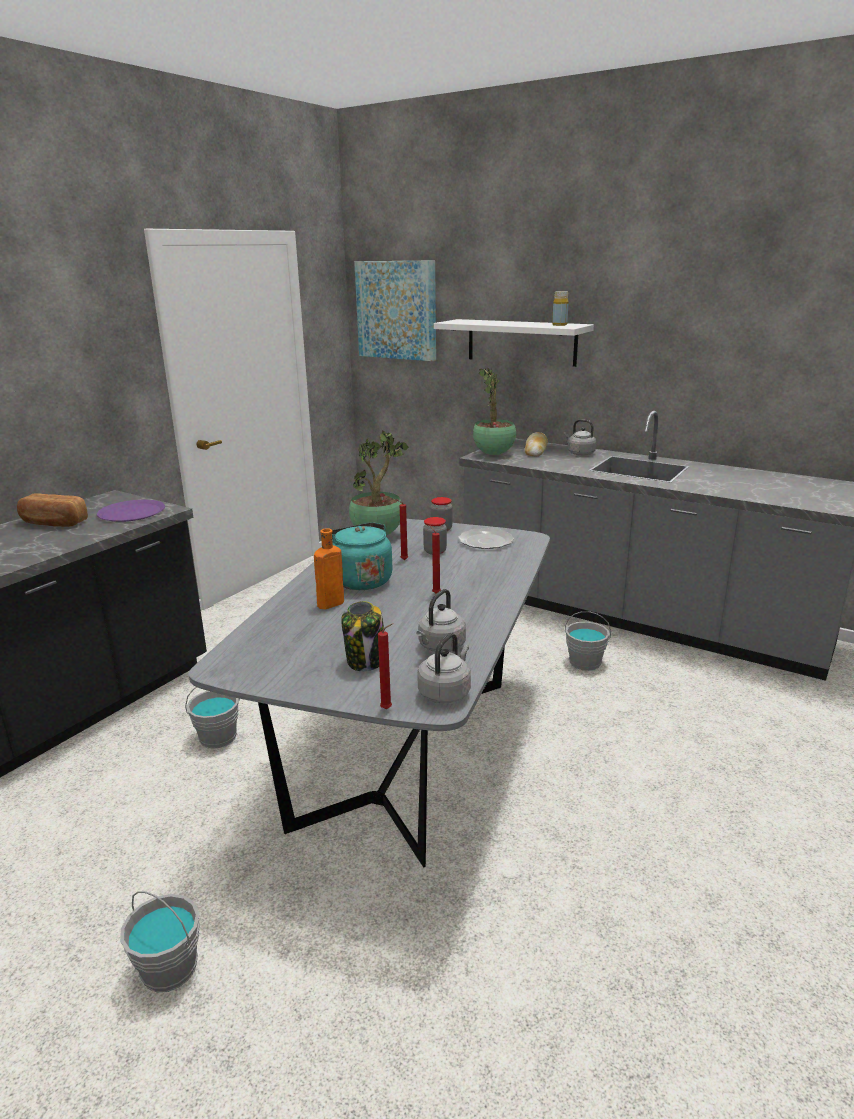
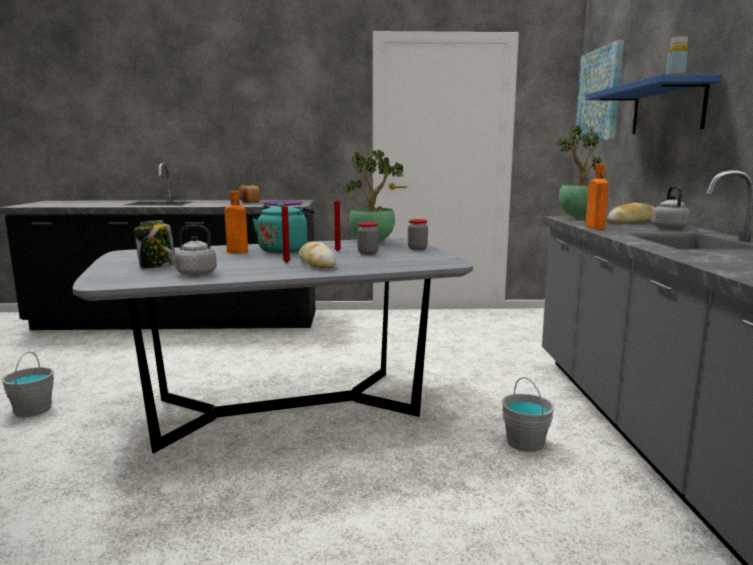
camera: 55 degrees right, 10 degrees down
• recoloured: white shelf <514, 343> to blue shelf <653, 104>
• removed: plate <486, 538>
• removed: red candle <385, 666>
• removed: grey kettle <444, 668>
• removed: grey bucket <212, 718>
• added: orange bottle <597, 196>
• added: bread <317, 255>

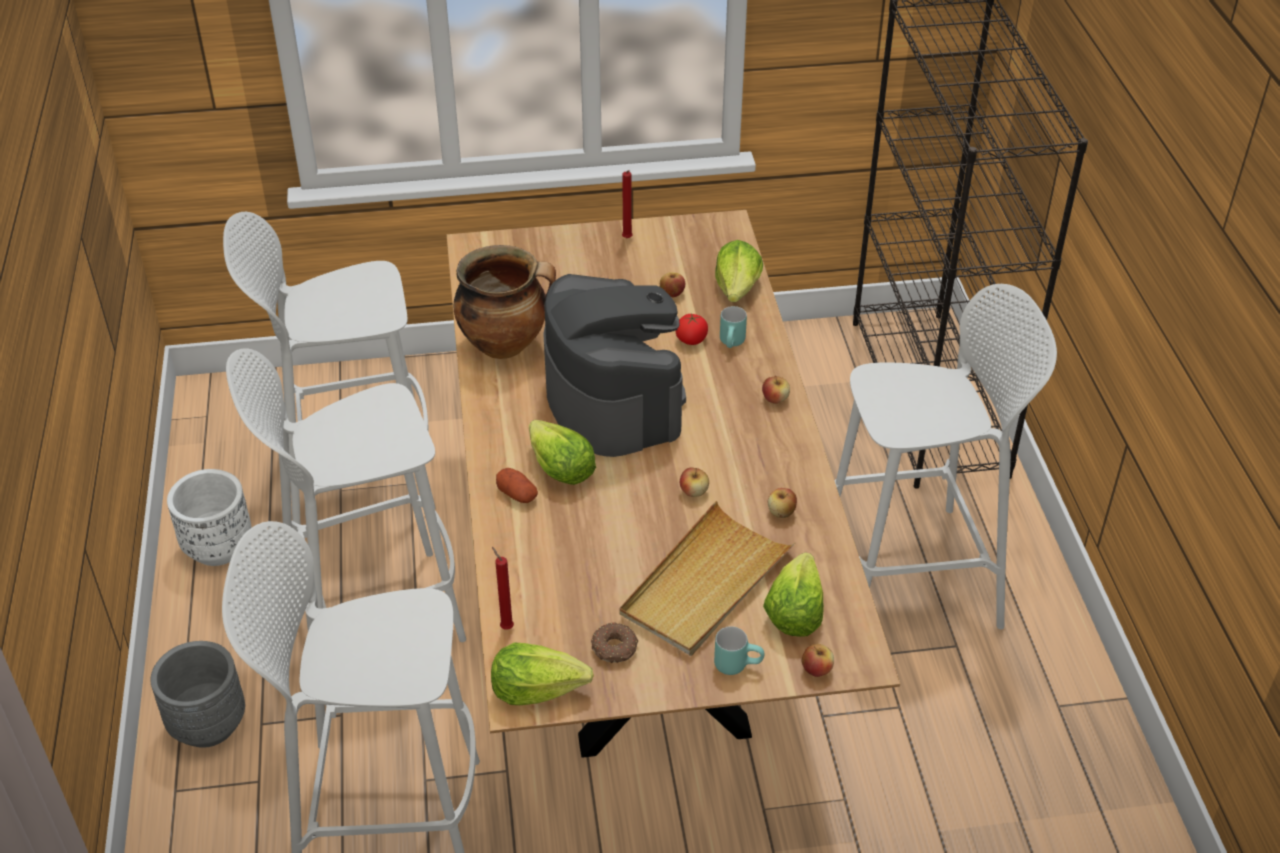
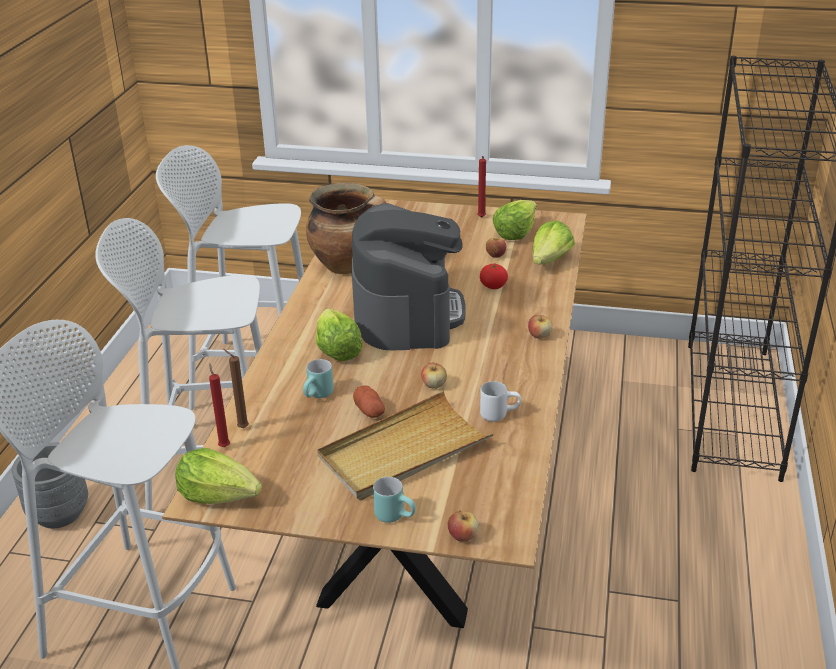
camera: 20 degrees right, 10 degrees down
• removed: white stool <946, 457>
• moved: turquoise mug <733, 327> to <318, 378>
• moved: potato <517, 485> to <369, 401>
• removed: white planter <209, 517>
• replaced: apple <782, 503> to white mug <500, 401>
• moved: lettuce <793, 595> to <515, 220>
• removed: donut <614, 642>
• added: brown candle <236, 388>

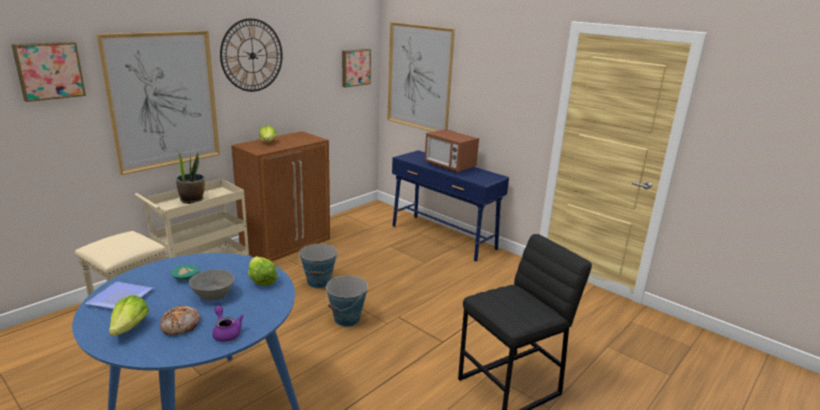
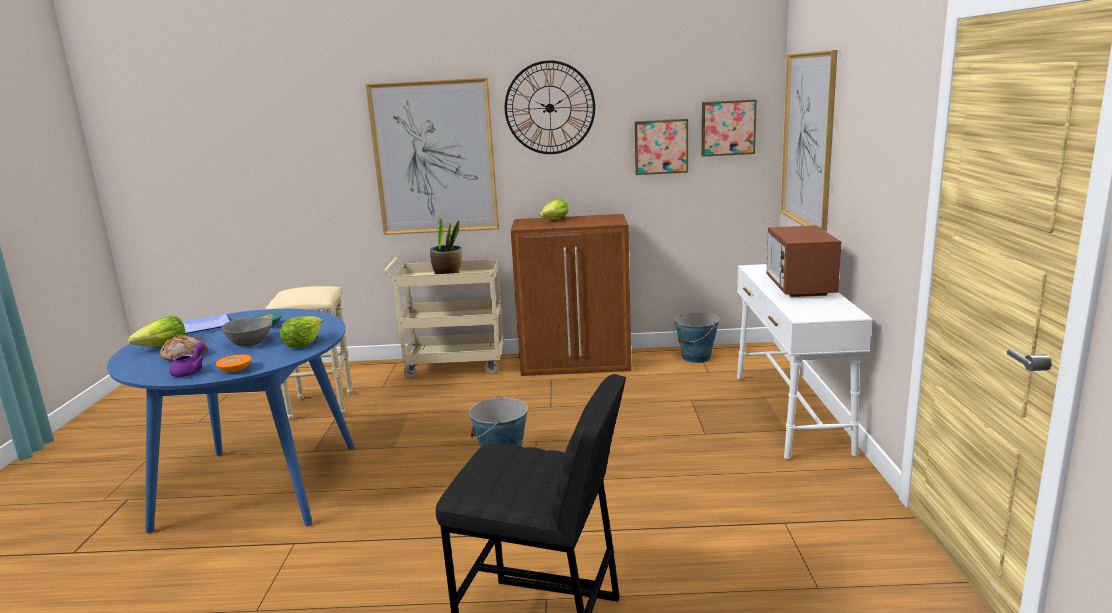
camera: 50 degrees right, 5 degrees down
• moved: picture <48, 72> to <661, 147>
• recoloured: blue console table <450, 205> to white console table <804, 361>
• moved: bucket <318, 266> to <696, 337>
• added: orange bowl <234, 363>

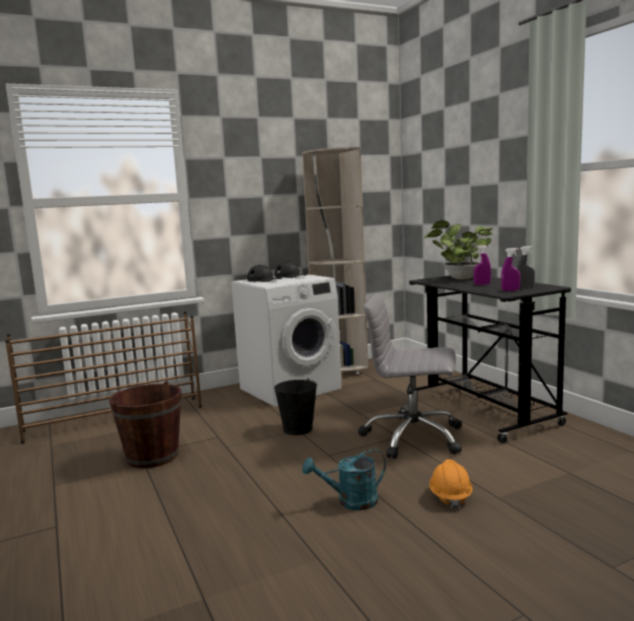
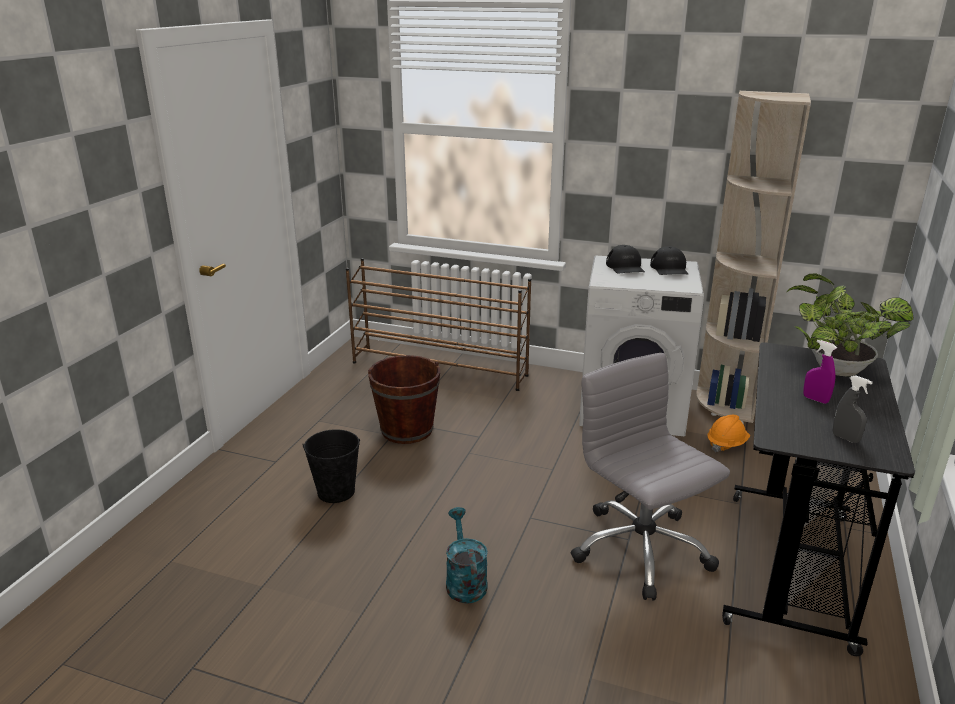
camera: 45 degrees right, 15 degrees up
• removed: purple spray bottle <511, 269>
• moved: black bucket <295, 406> to <331, 466>
• turned: turquoise watering can <344, 479> = <467, 555> 45 degrees clockwise
• moved: orange hard hat <451, 484> to <729, 433>

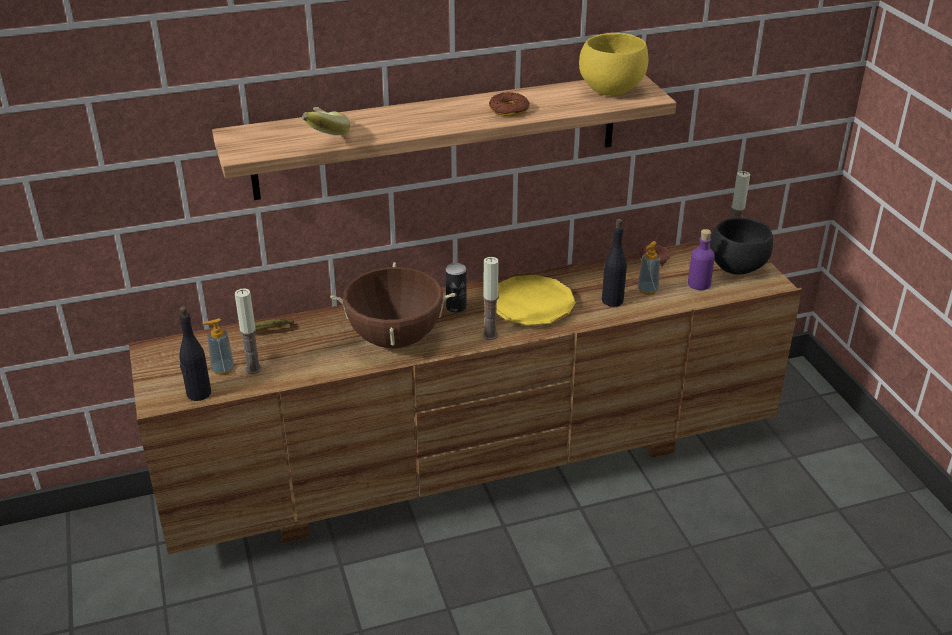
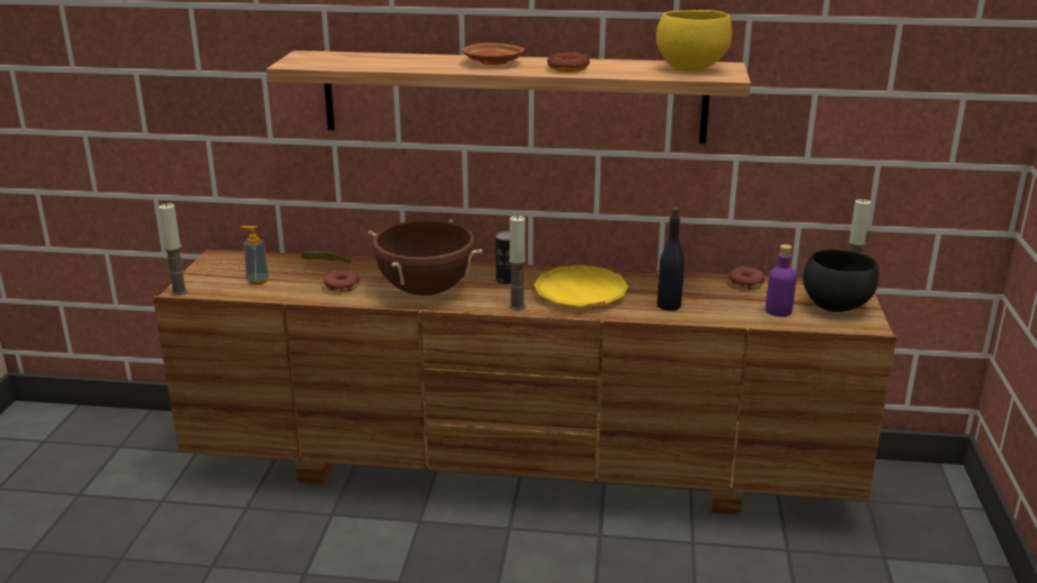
camera: 25 degrees right, 10 degrees down
• removed: banana <326, 121>
• removed: soap dispenser <649, 268>
• moved: candle <248, 331> to <173, 249>
• removed: black bottle <195, 353>
• added: brown plate <493, 54>
• added: donut <341, 281>

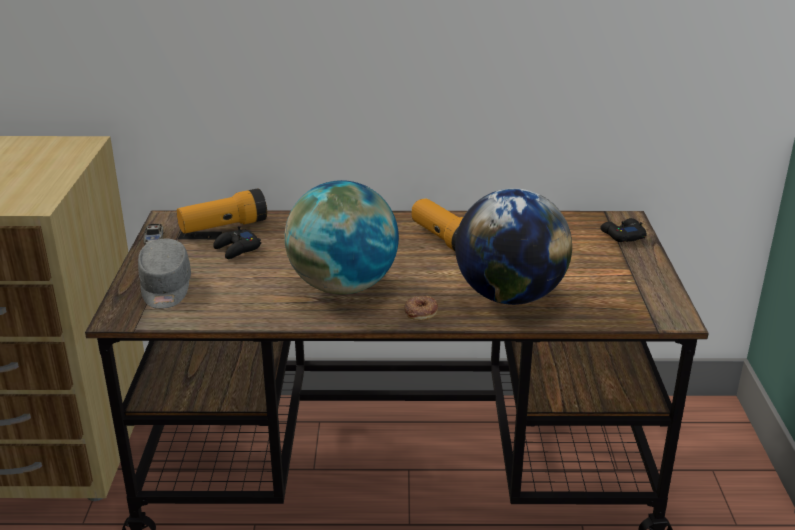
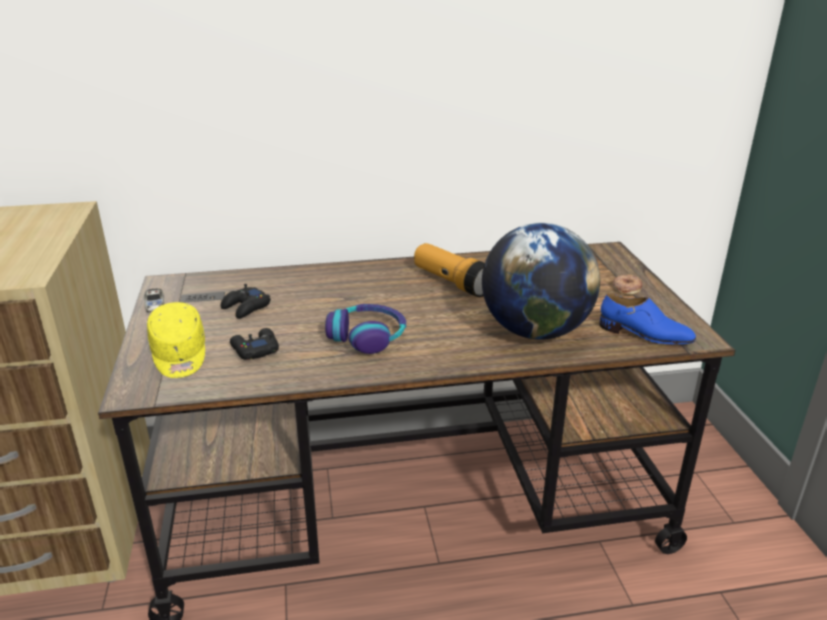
camera: 10 degrees left, 0 degrees up
• replaced: globe <342, 237> to headphones <365, 329>
• removed: flashlight <222, 211>
• moved: black game controller <623, 230> to <254, 344>
• recoloured: grey cap <164, 274> to yellow cap <176, 340>
• moved: donut <421, 308> to <627, 284>
• added: blue shoe <647, 318>

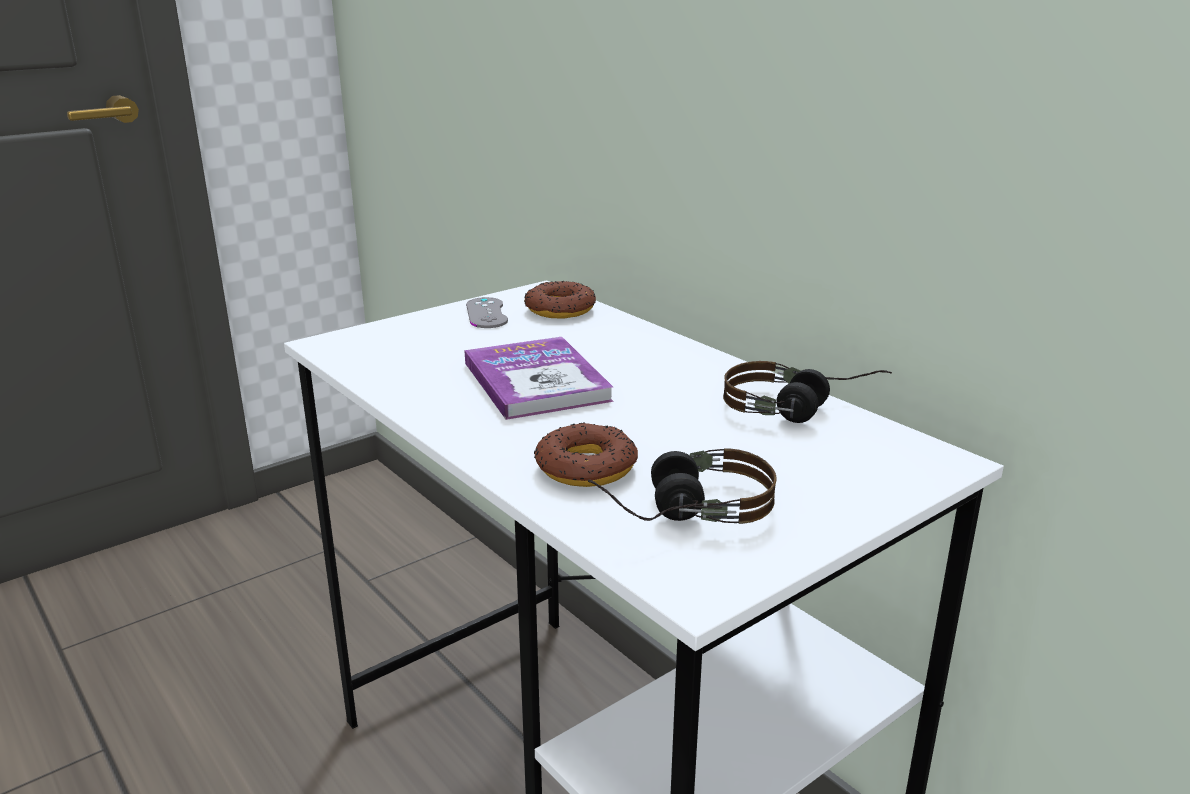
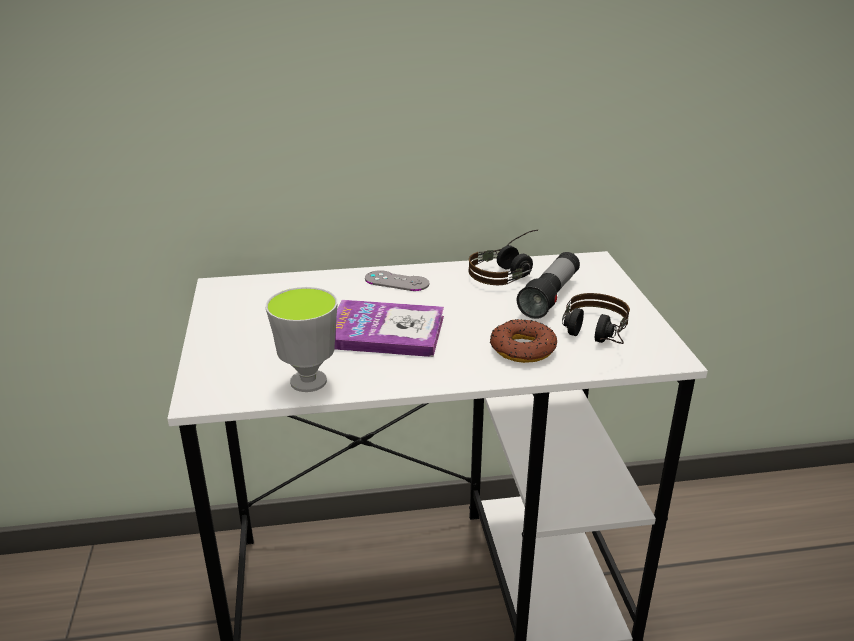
camera: 60 degrees left, 5 degrees up
• removed: donut <560, 299>
• moved: grey game controller <487, 312> to <397, 280>
• added: flashlight <548, 285>
• added: cup <301, 339>

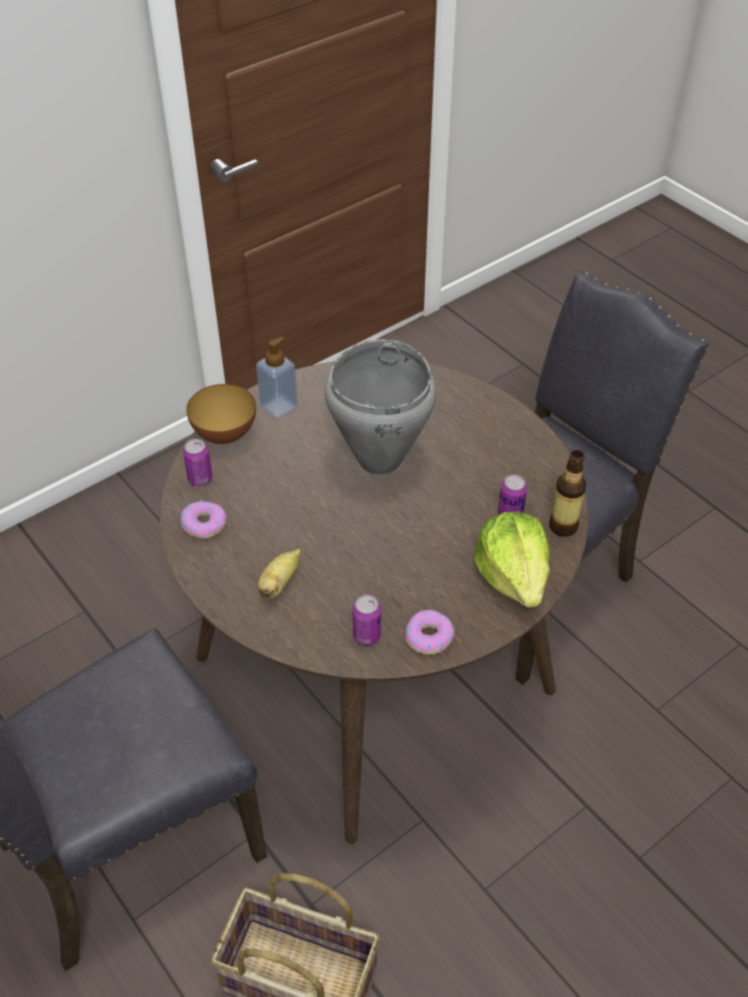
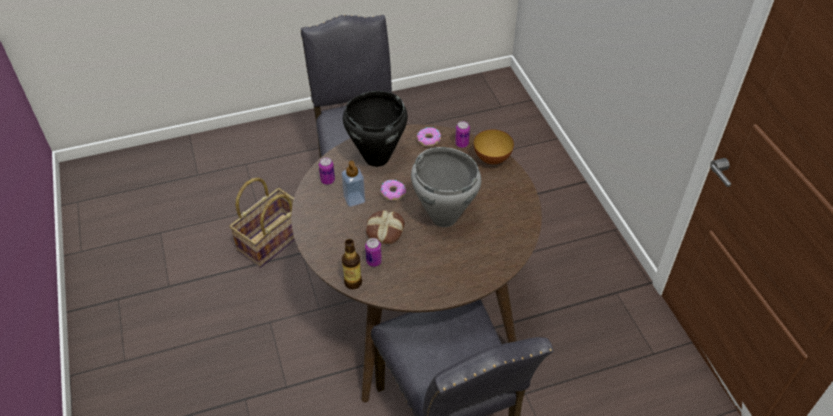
camera: 110 degrees right, 0 degrees up
• moved: soap dispenser <277, 377> to <353, 184>
• removed: lettuce <512, 560>
• replaced: banana <279, 574> to black cooking pot <375, 129>
• moved: donut <430, 632> to <393, 190>
• added: bread <385, 227>

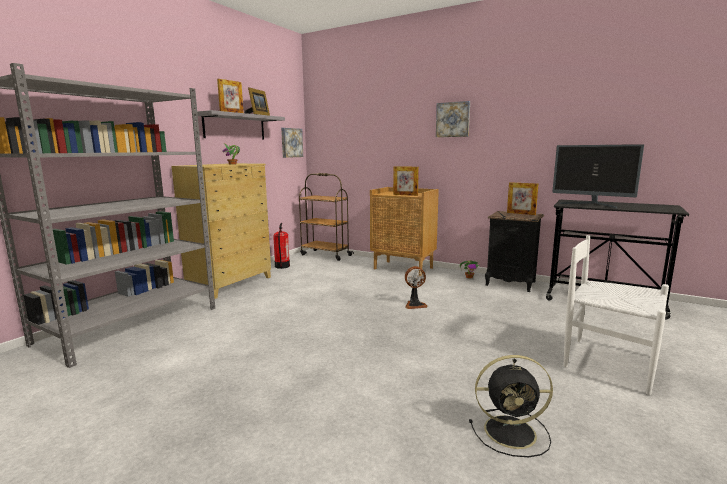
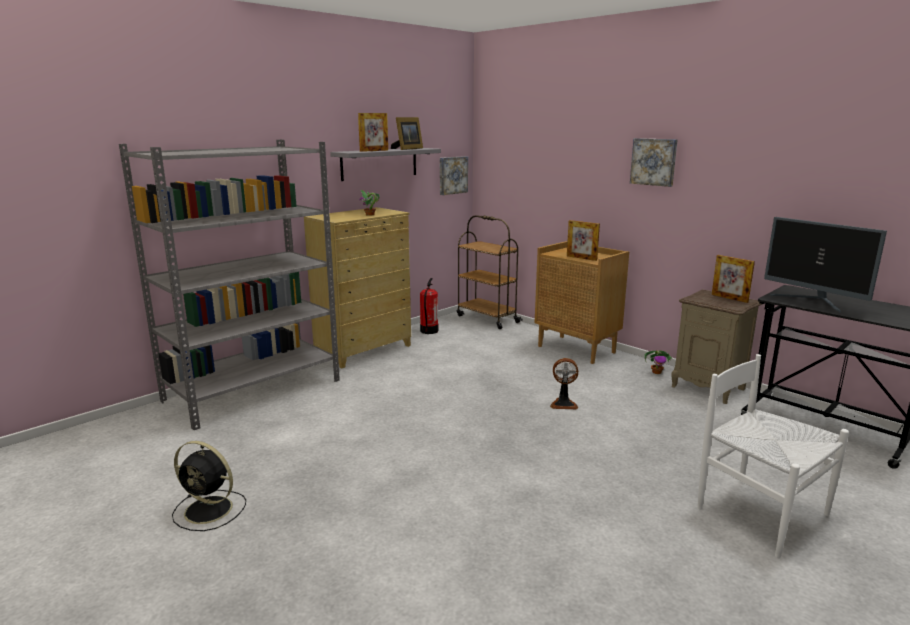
camera: 15 degrees right, 5 degrees up
• recoloured: black nightstand <514, 251> to beige nightstand <716, 346>
• moved: black fan <511, 406> to <209, 486>

